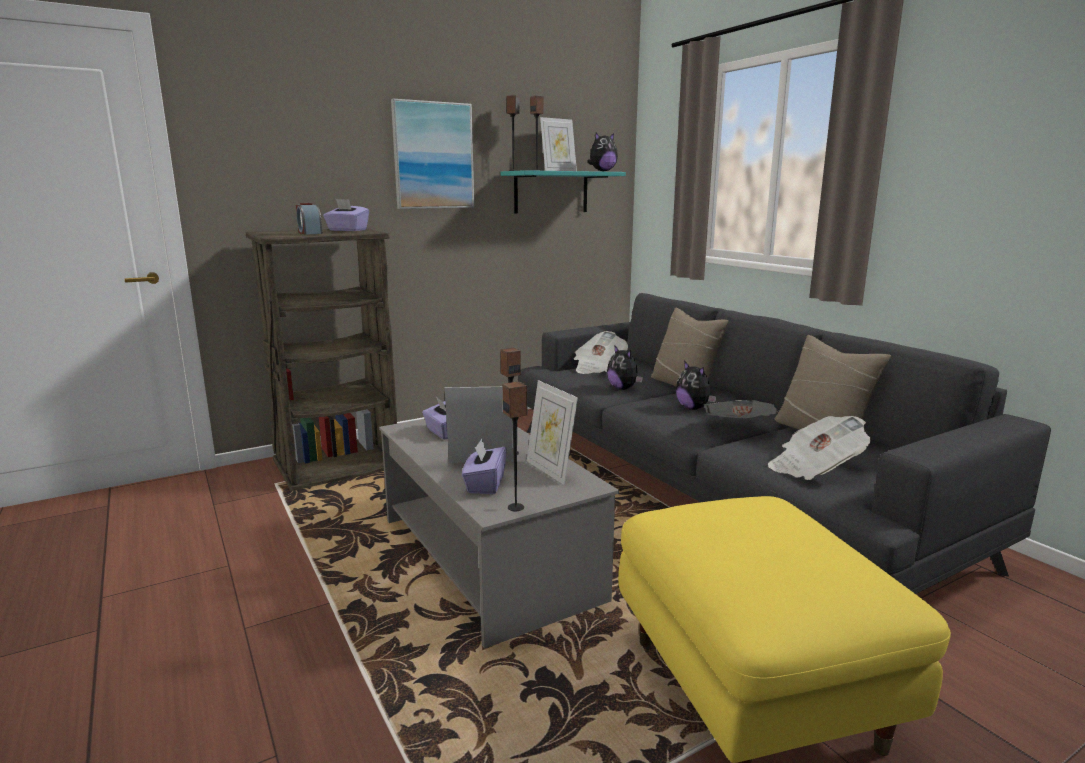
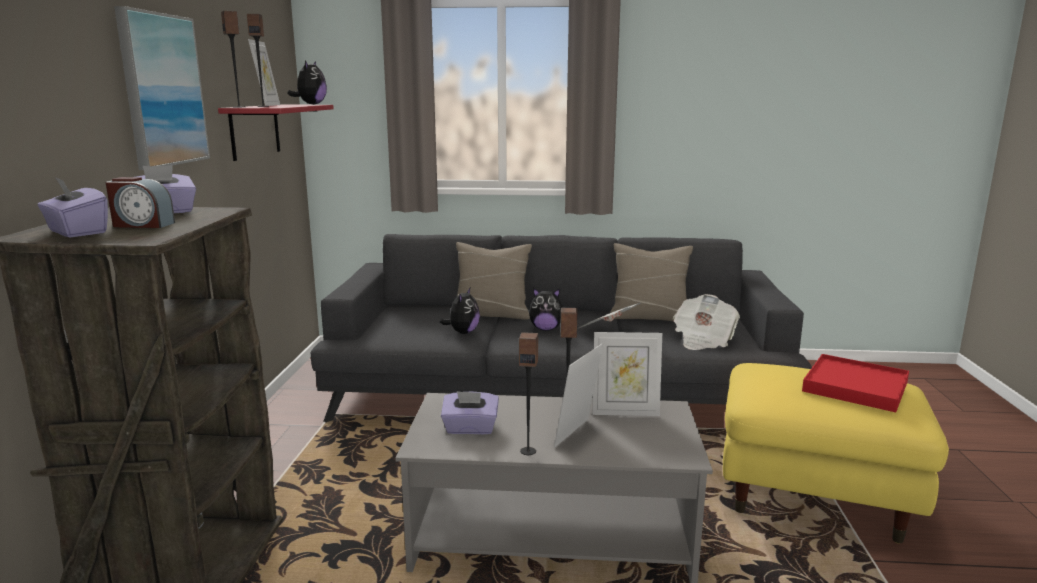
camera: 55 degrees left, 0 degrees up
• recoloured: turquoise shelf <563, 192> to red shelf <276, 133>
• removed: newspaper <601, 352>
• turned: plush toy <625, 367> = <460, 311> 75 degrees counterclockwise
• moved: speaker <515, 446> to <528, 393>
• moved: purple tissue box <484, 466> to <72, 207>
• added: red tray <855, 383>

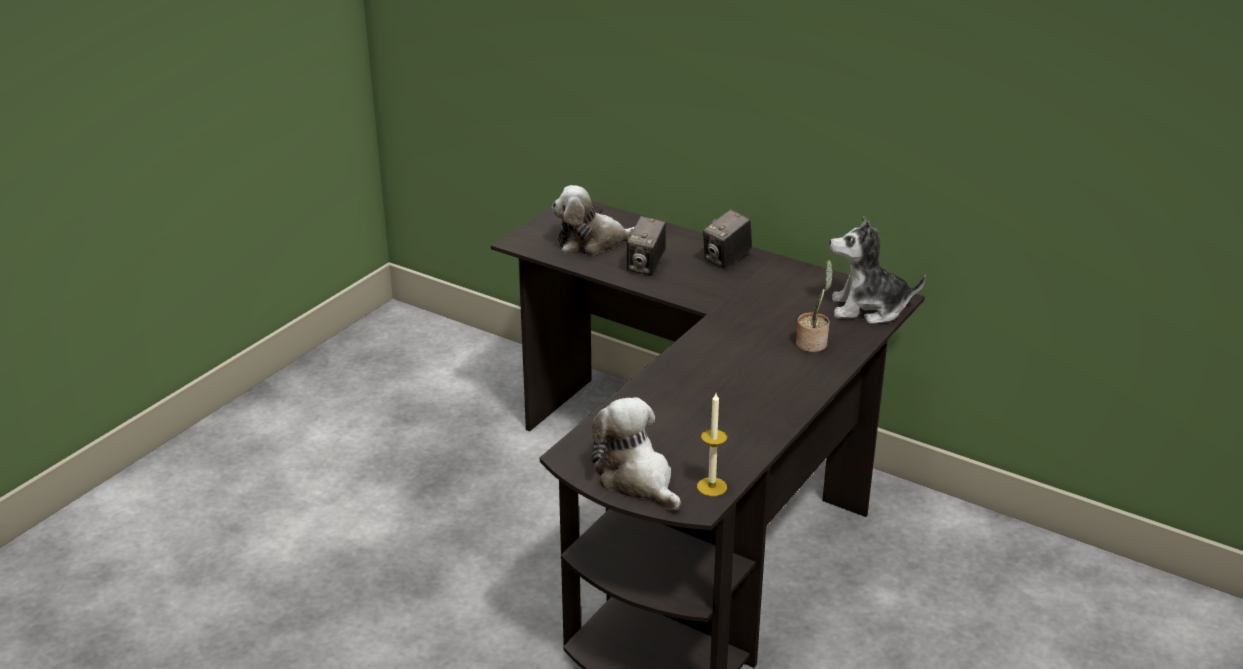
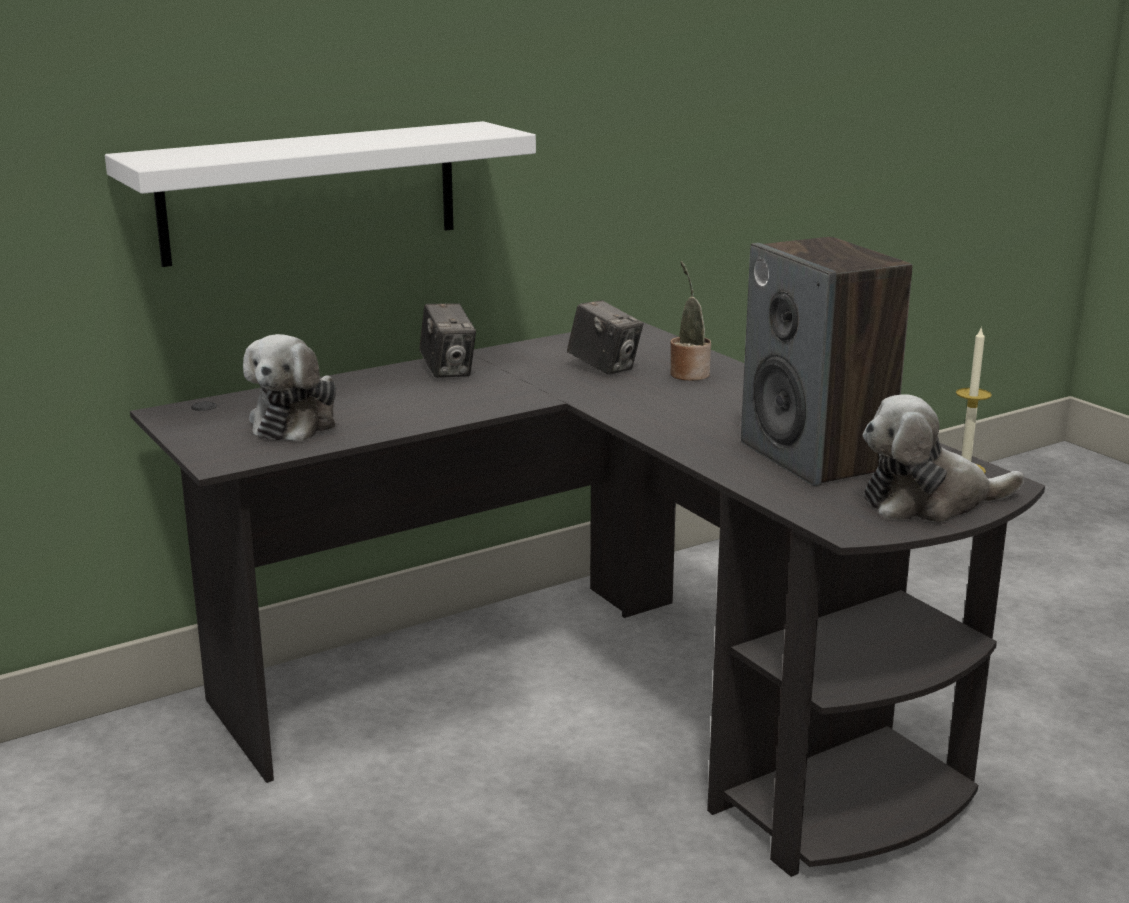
camera: 65 degrees left, 10 degrees down
• moved: photo camera <646, 246> to <605, 337>
• removed: plush toy <878, 270>
• added: white shelf <320, 194>
• added: speaker <826, 361>

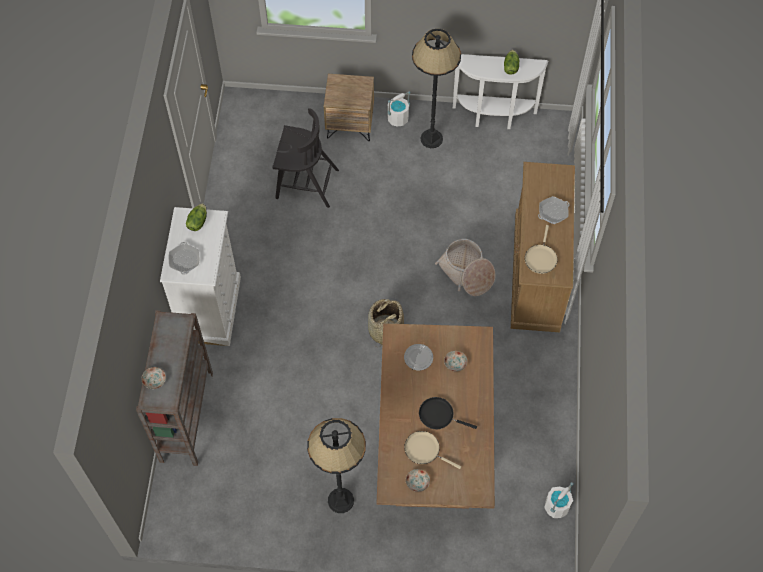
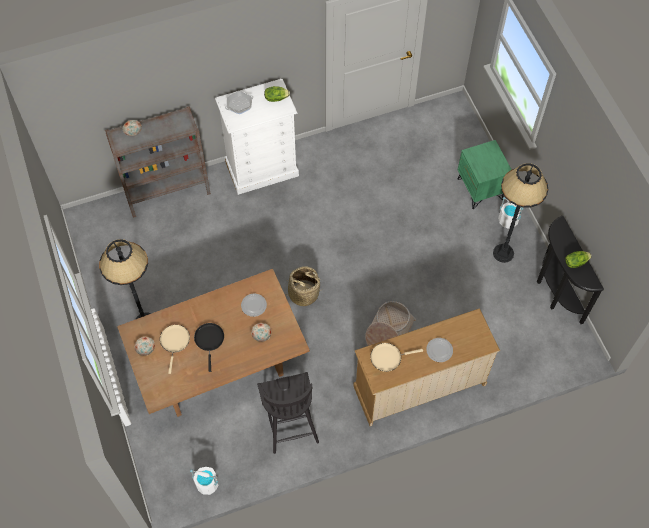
camera: 65 degrees right, 0 degrees up
• recoloured: white console table <500, 91> to black console table <570, 269>
• recoloured: brown nightstand <349, 107> to green nightstand <484, 174>
• moved: black chair <305, 158> to <288, 413>
• replaced: frying pan <554, 210> to plate <439, 350>

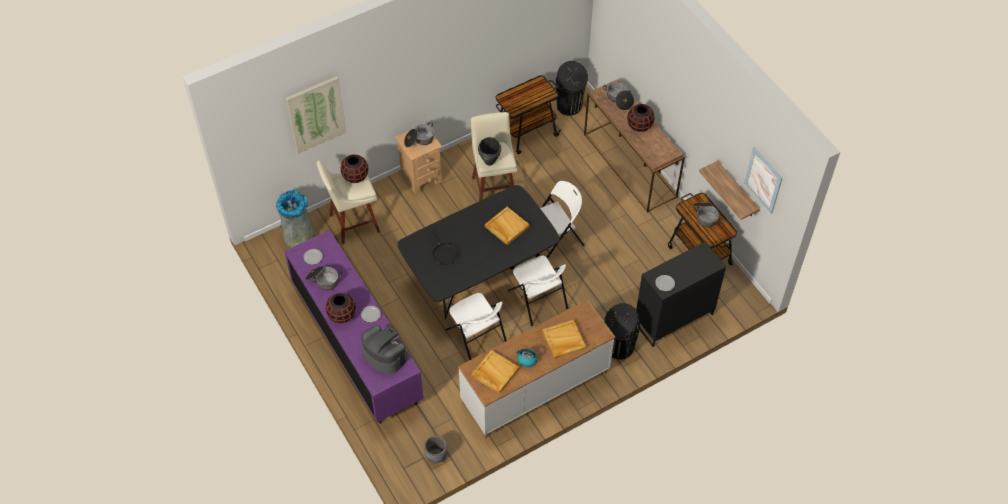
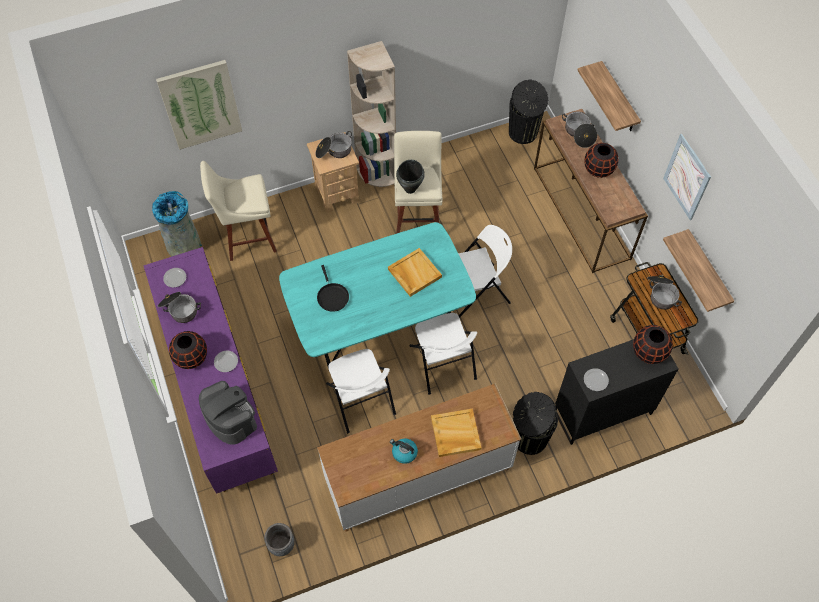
camera: 10 degrees right, 5 degrees up
• removed: cart <528, 114>
• moved: picture <763, 180> to <687, 177>
• moved: black vase <354, 168> to <653, 344>
• recoloured: black dining table <479, 252> to turquoise dining table <377, 295>
• removed: beige tray <495, 372>
• added: beige bookcase <371, 114>
• added: shelf <609, 96>

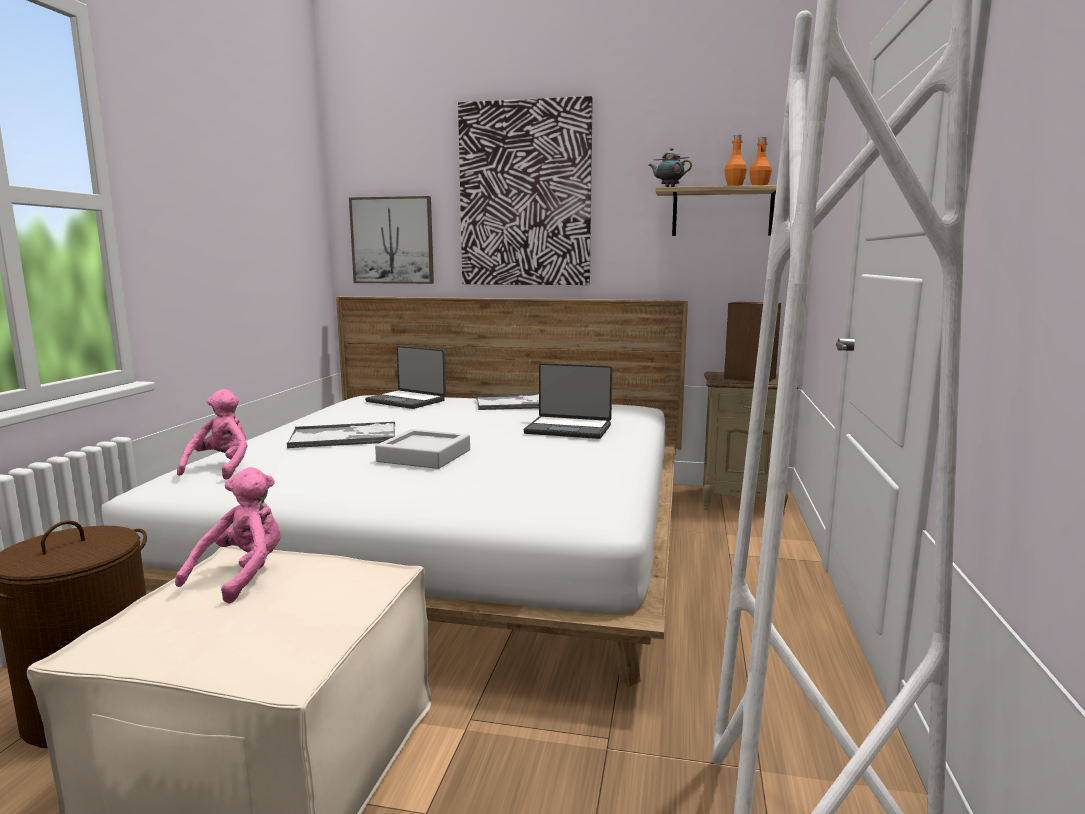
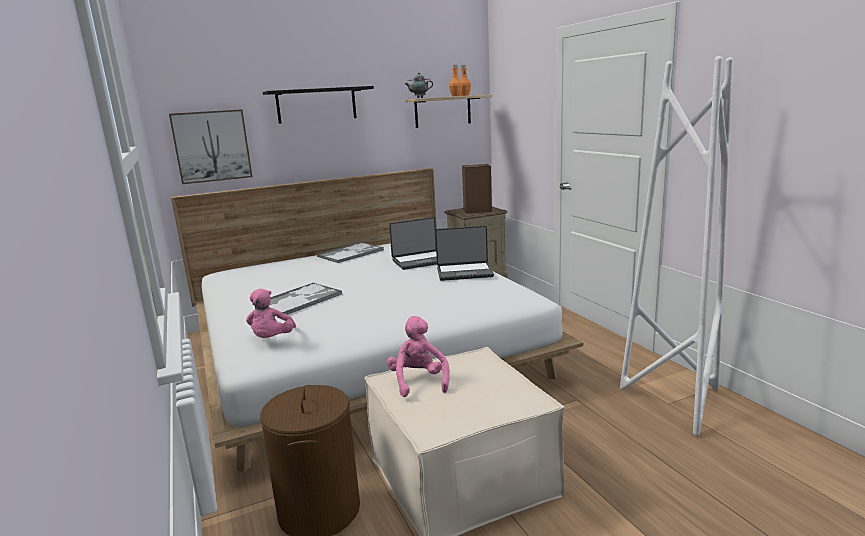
camera: 35 degrees left, 5 degrees up
• replaced: picture <525, 190> to black shelf <318, 104>
• moved: laptop <405, 377> to <464, 253>
• turned: pink plush toy <212, 434> = <271, 313> 150 degrees counterclockwise
• removed: grey tray <422, 449>

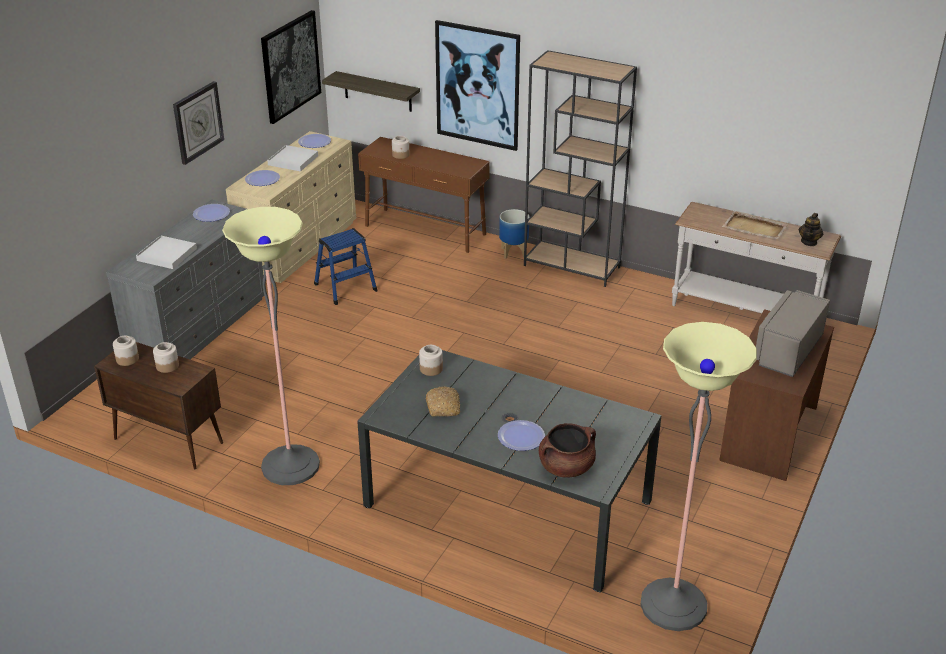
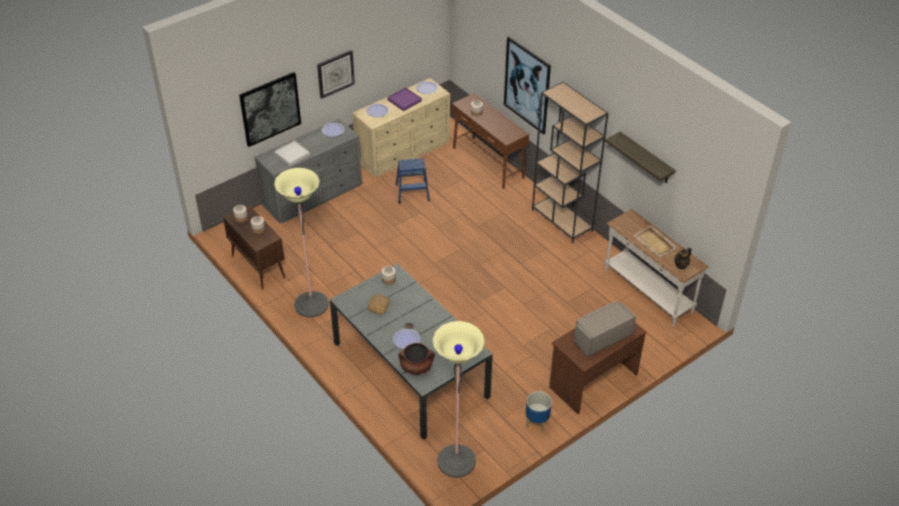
camera: 25 degrees right, 10 degrees up
• moved: picture <291, 67> to <270, 109>
• moved: shelf <371, 91> to <640, 157>
• recoloured: white tray <292, 158> to purple tray <404, 99>
• moved: planter <514, 234> to <539, 411>

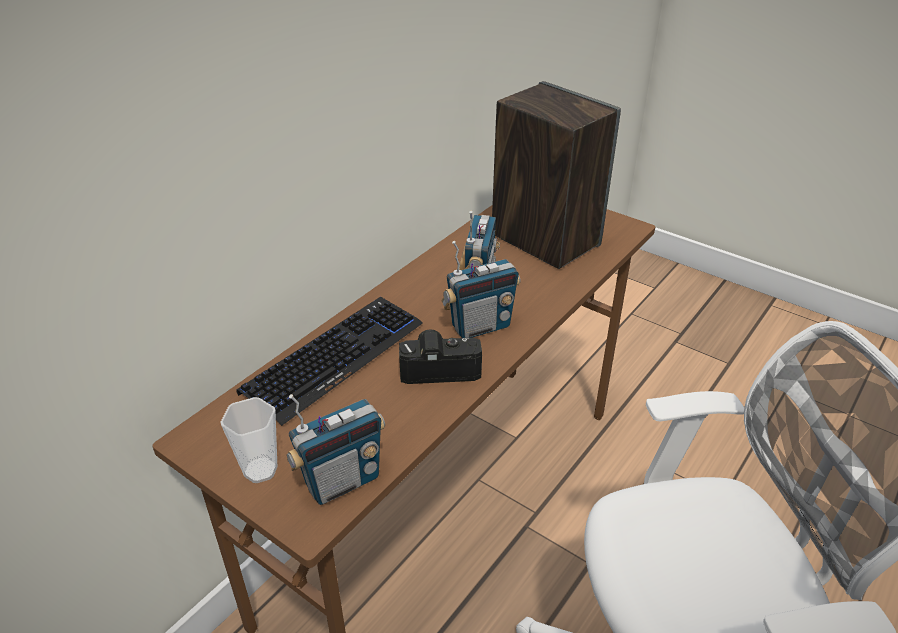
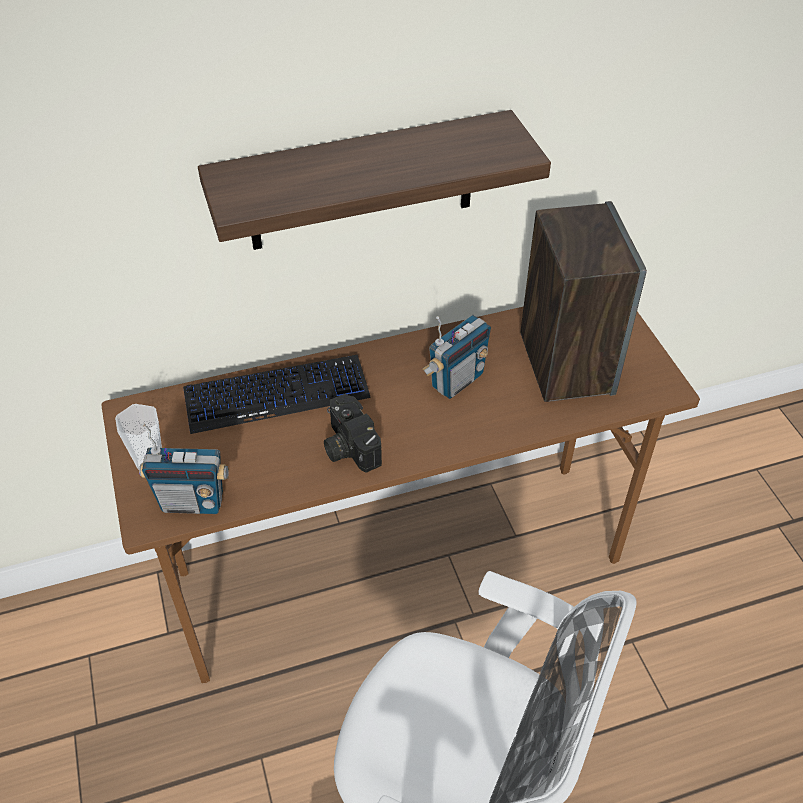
camera: 35 degrees right, 10 degrees up
• removed: radio <480, 289>
• turned: photo camera <440, 357> = <353, 433> 150 degrees counterclockwise
• added: shelf <374, 180>

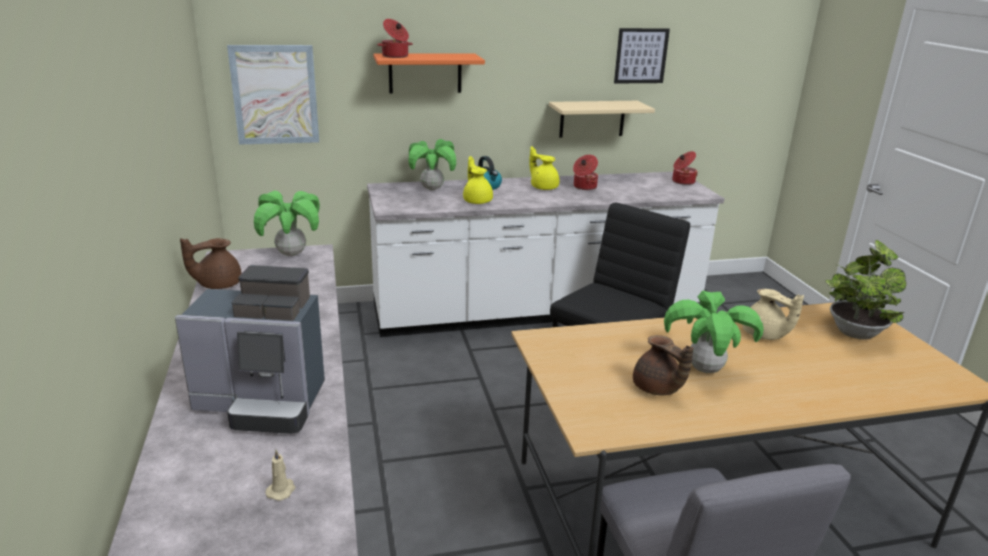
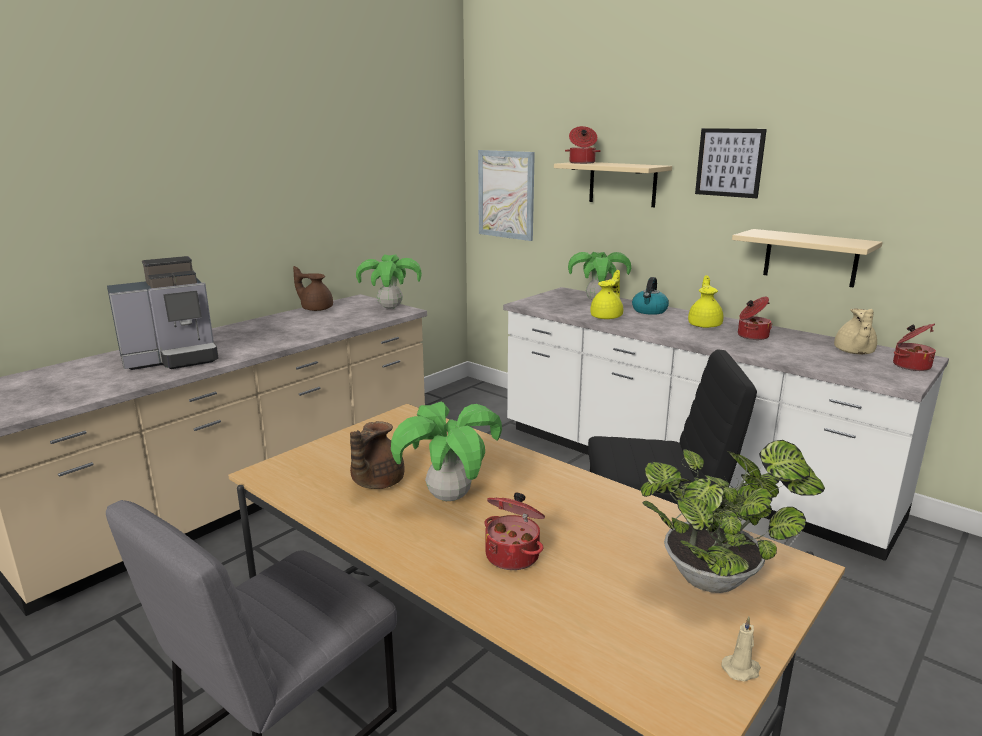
camera: 55 degrees right, 5 degrees down
• moved: picture <642, 56> to <731, 163>
• recoloured: orange shelf <429, 73> to beige shelf <613, 184>
• turned: coffee machine <250, 349> = <163, 313> 90 degrees counterclockwise
• moved: beige teapot <773, 314> to <855, 331>
• moved: beige candle <280, 475> to <741, 649>
• added: cooking pot <514, 531>

